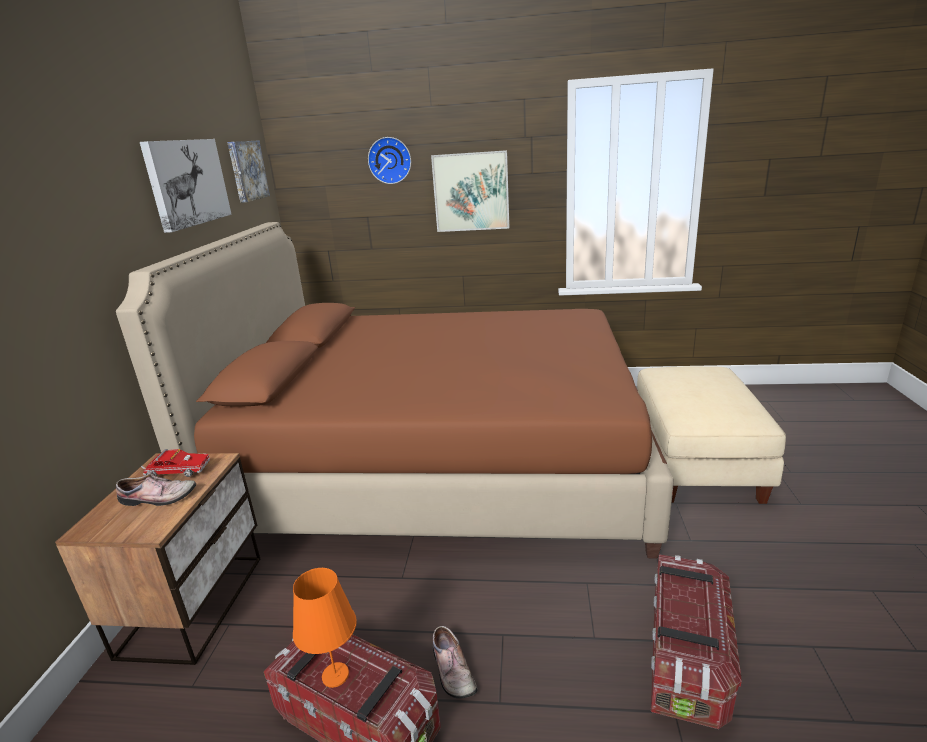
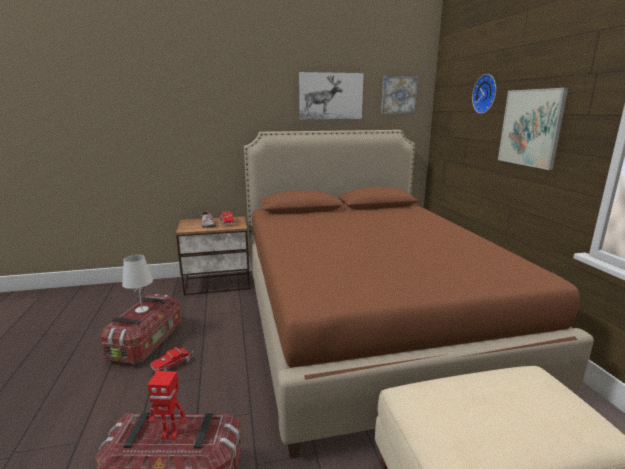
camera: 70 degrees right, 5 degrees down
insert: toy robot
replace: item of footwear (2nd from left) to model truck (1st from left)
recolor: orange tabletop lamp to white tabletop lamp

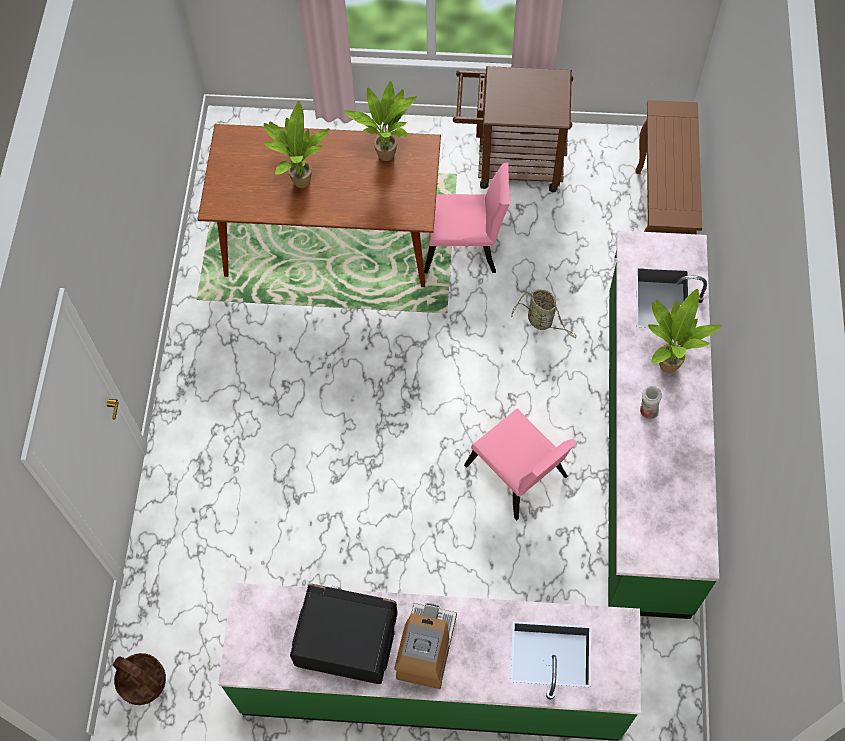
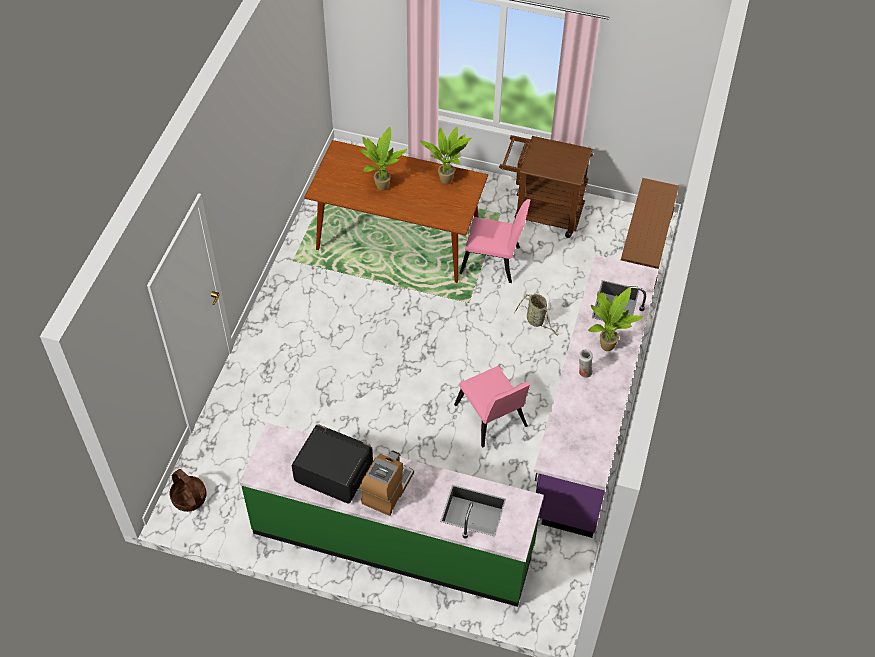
camera: 10 degrees right, 10 degrees down
recolor: green kitchen counter (2nd from left) to purple kitchen counter

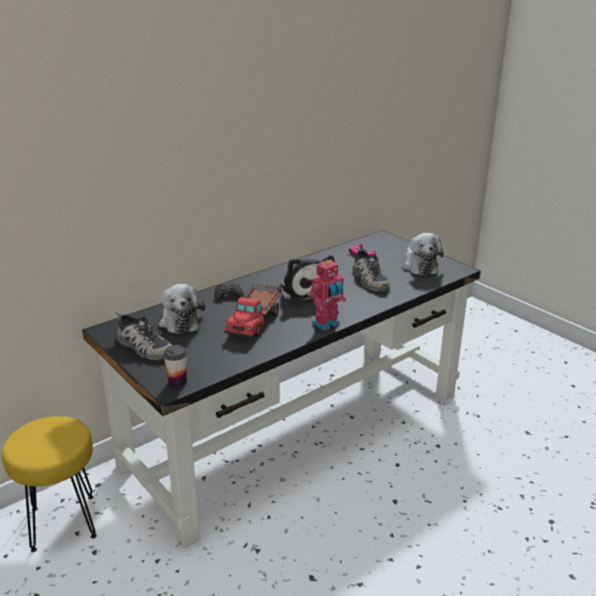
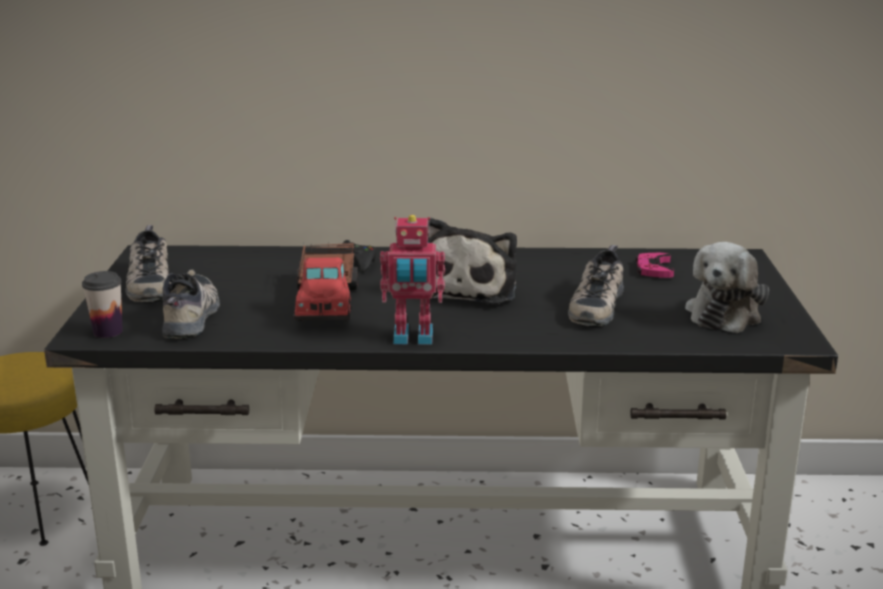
camera: 40 degrees right, 5 degrees down
delete: plush toy (1st from left)
insert: item of footwear (2nd from left)
rotate: model truck 60 degrees counterclockwise

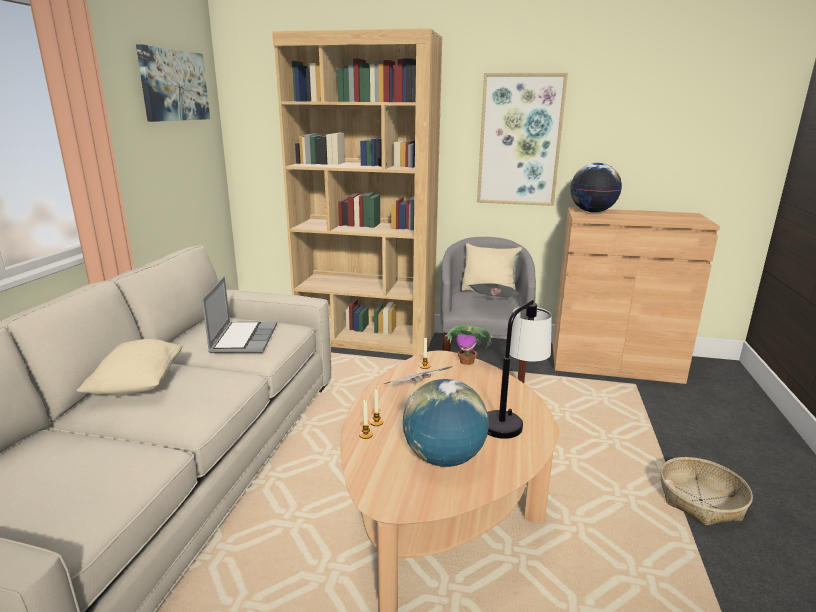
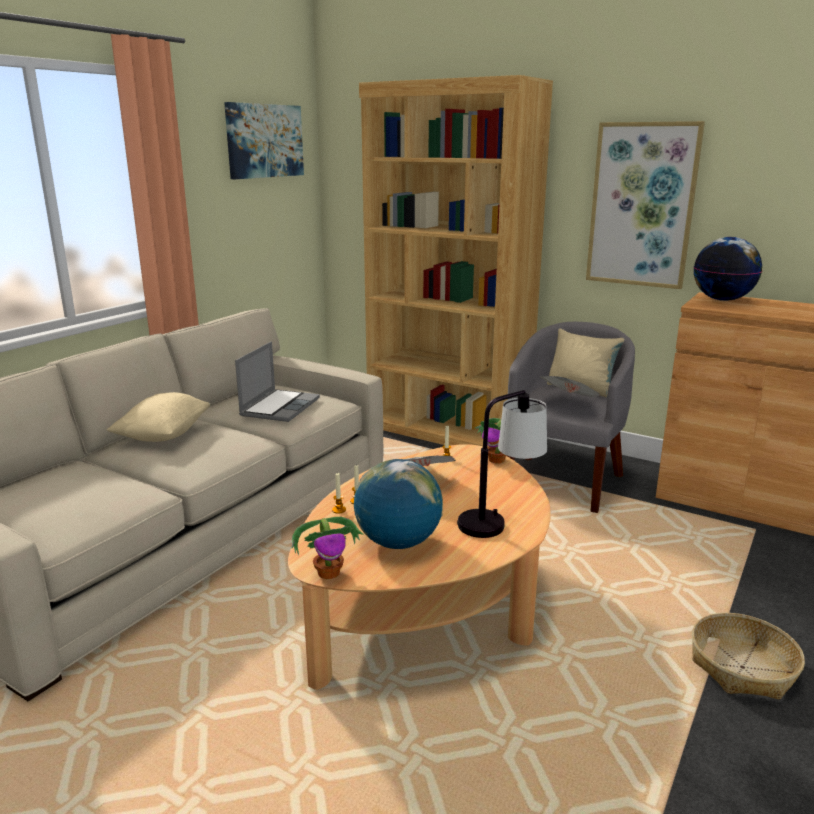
camera: 20 degrees right, 0 degrees up
insert: houseplant (1st from left)

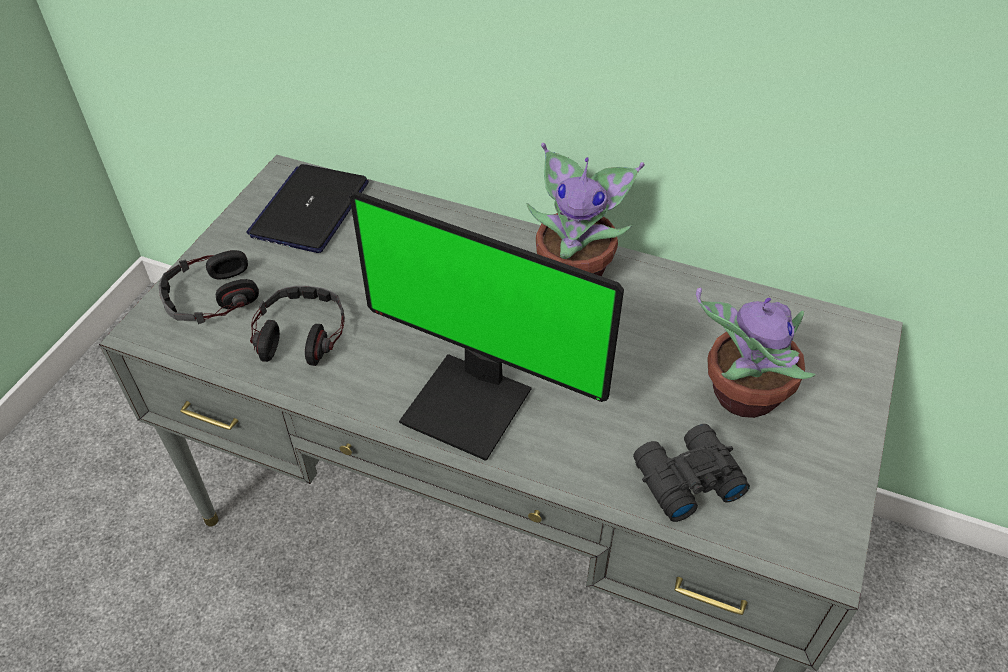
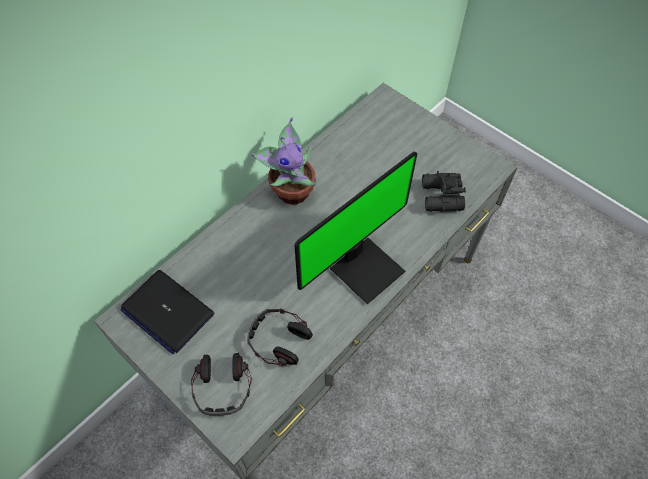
camera: 70 degrees left, 10 degrees up
delete: houseplant (2nd from left)

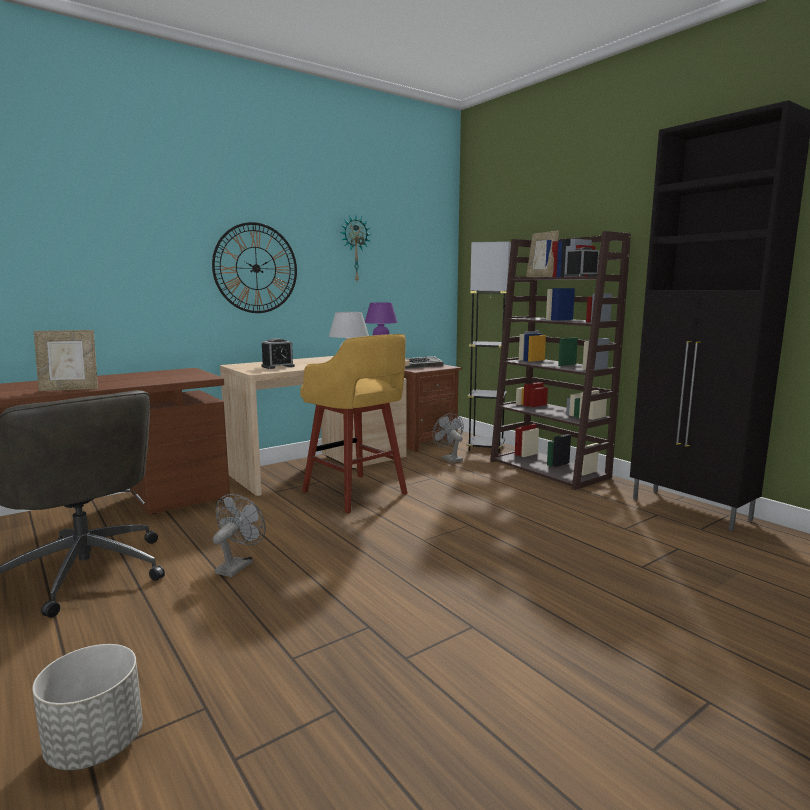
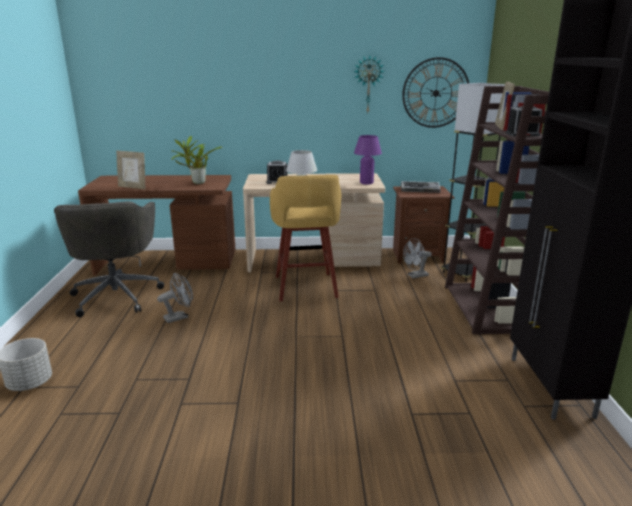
camera: 35 degrees right, 10 degrees up
insert: houseplant
move: clock on the wall (1st from left in the first image) to clock on the wall (2nd from left)
rotate: grey fan (2nd from left) 120 degrees counterclockwise

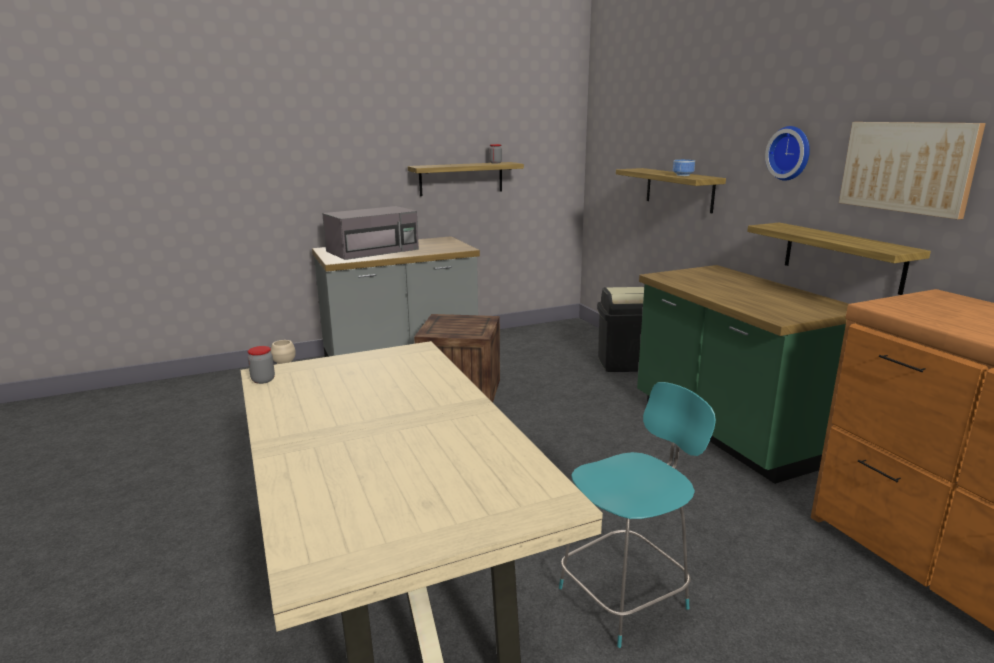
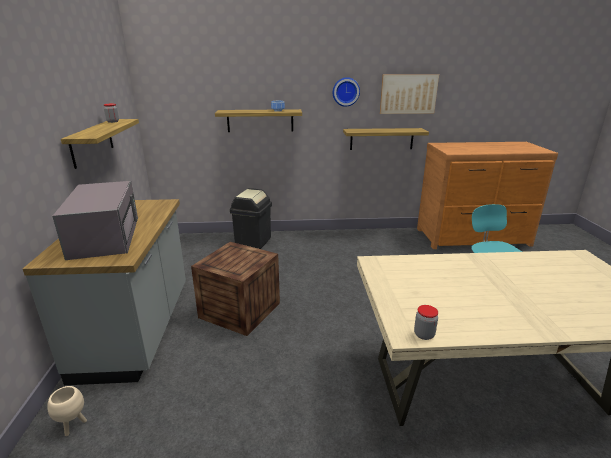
camera: 70 degrees left, 5 degrees up
delete: green kitchen counter

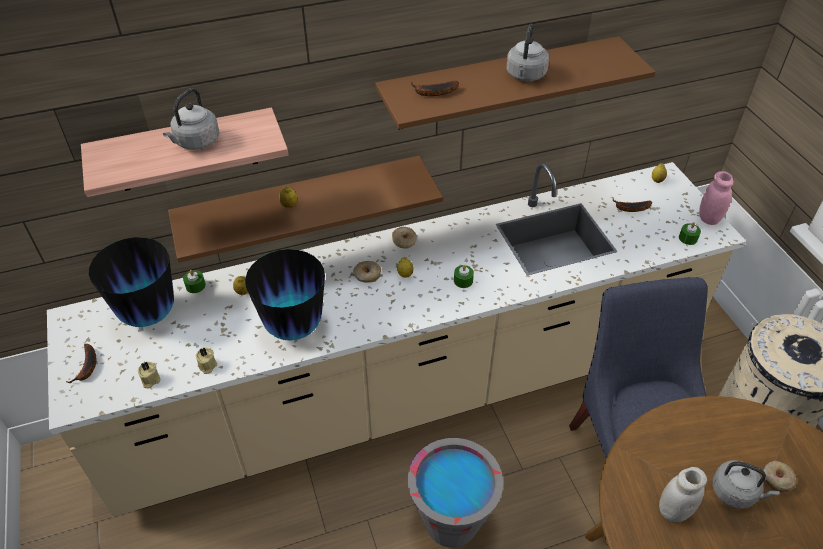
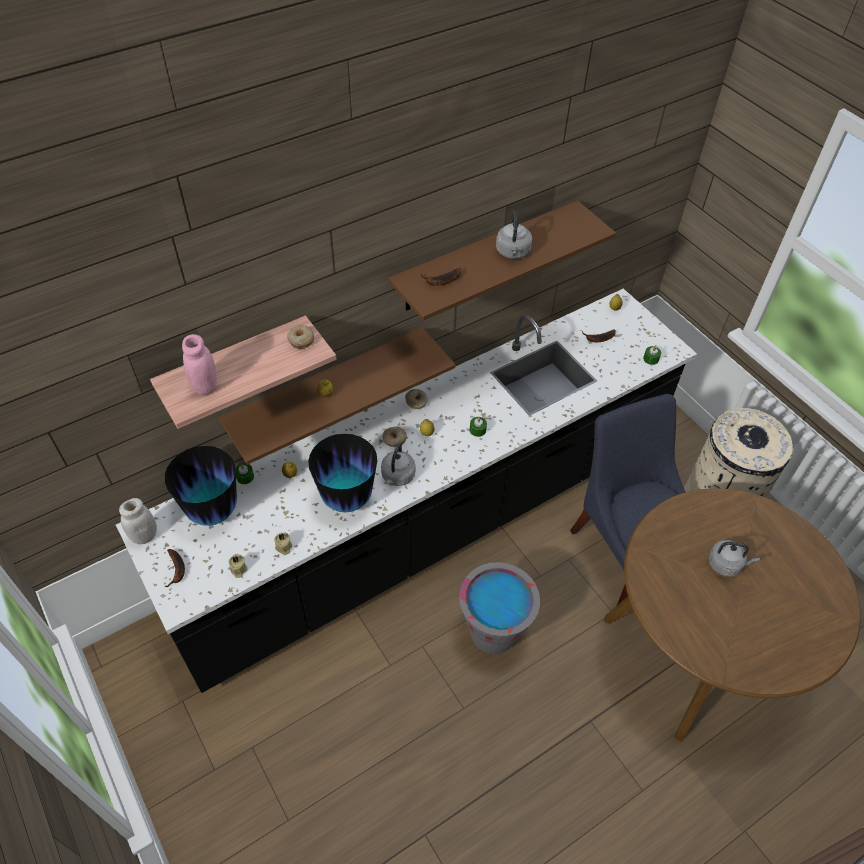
camera: 15 degrees left, 5 degrees up
move: grey kettle (1st from left); white storage jar; pink-coloured storage jar; doughnut (3rd from left in the first image) to doughnut (1st from left)
recolor: sand-coloured kitchen counter to black kitchen counter

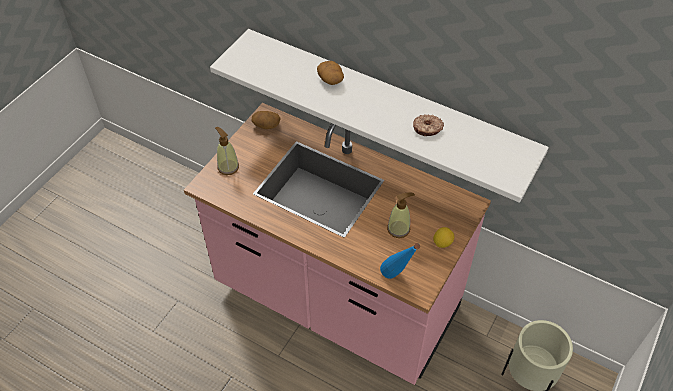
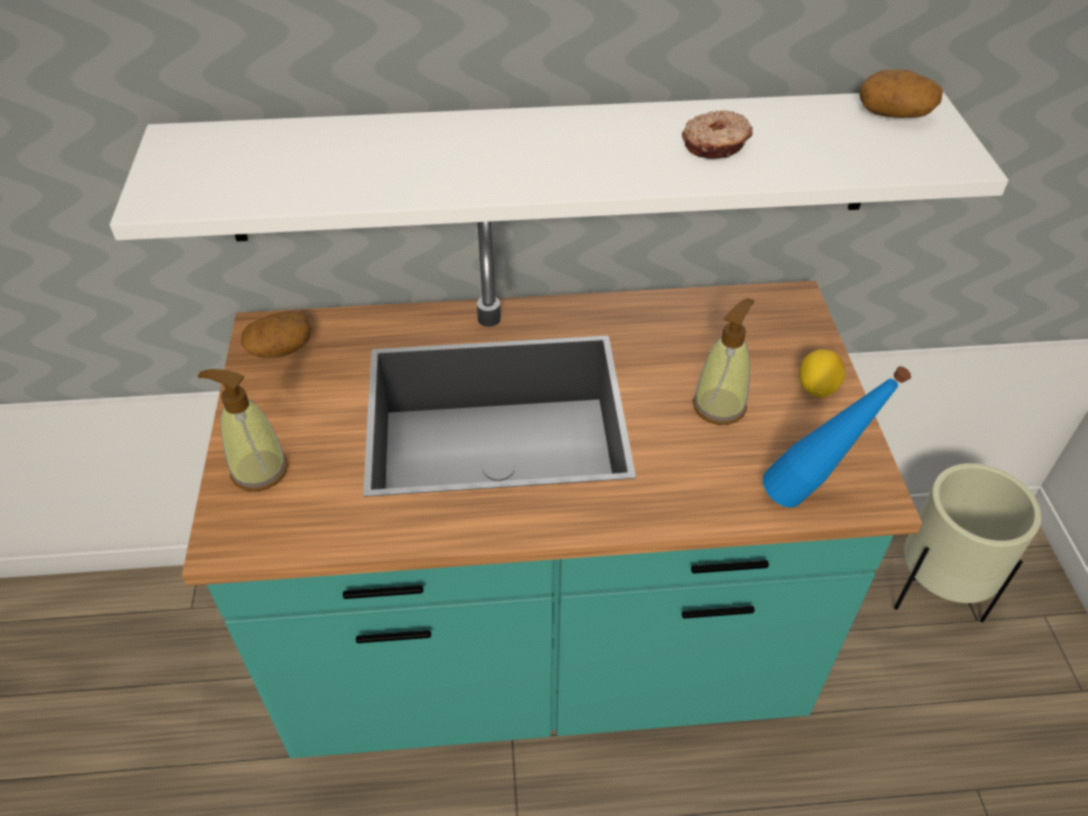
camera: 35 degrees left, 5 degrees down
move: whole potato (2nd from left)
recolor: pink-coloured kitchen counter to turquoise-coloured kitchen counter

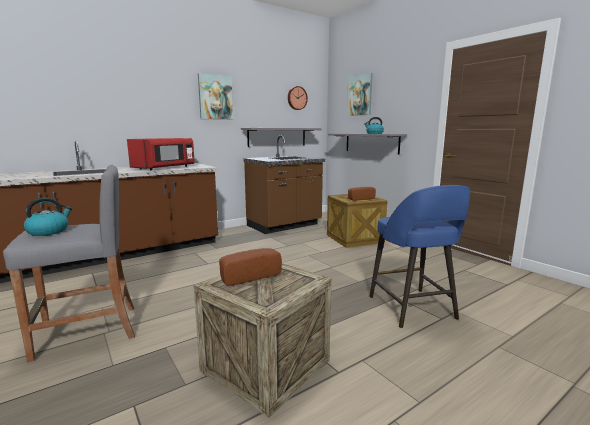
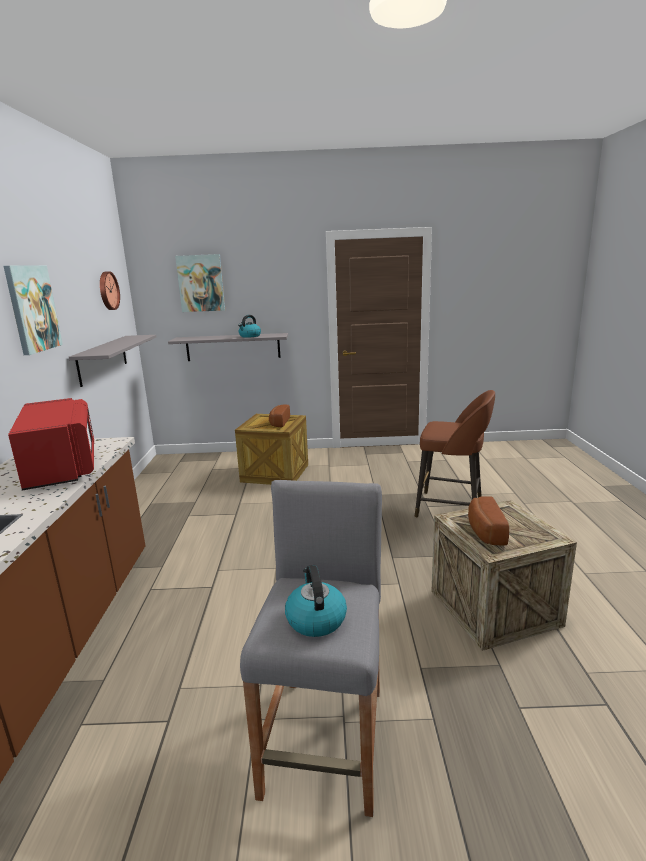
camera: 55 degrees left, 5 degrees up
delete: brown-coloured kitchen counter (2nd from left)
recolor: blue-coloured stool to brown-coloured stool

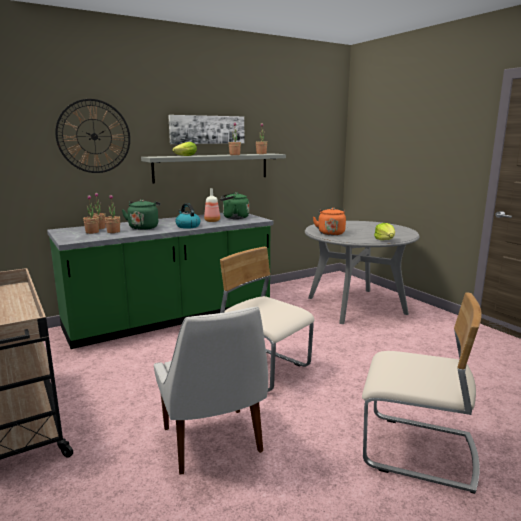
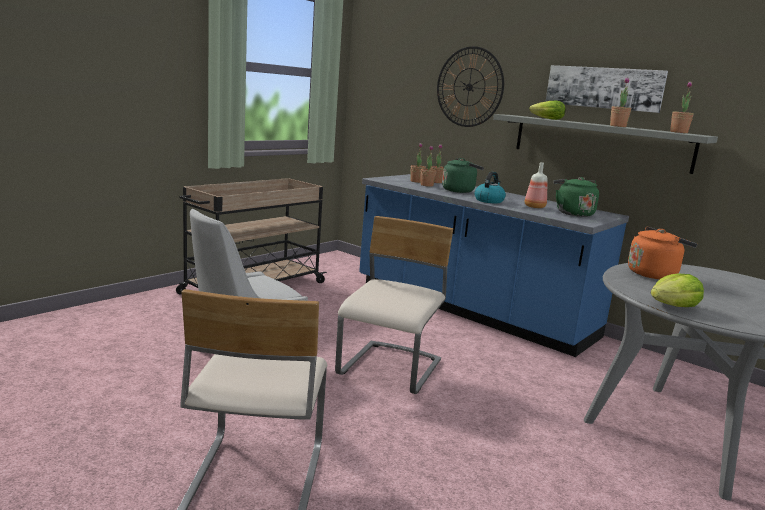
camera: 70 degrees right, 0 degrees up
recolor: green kitchen counter to blue-coloured kitchen counter

